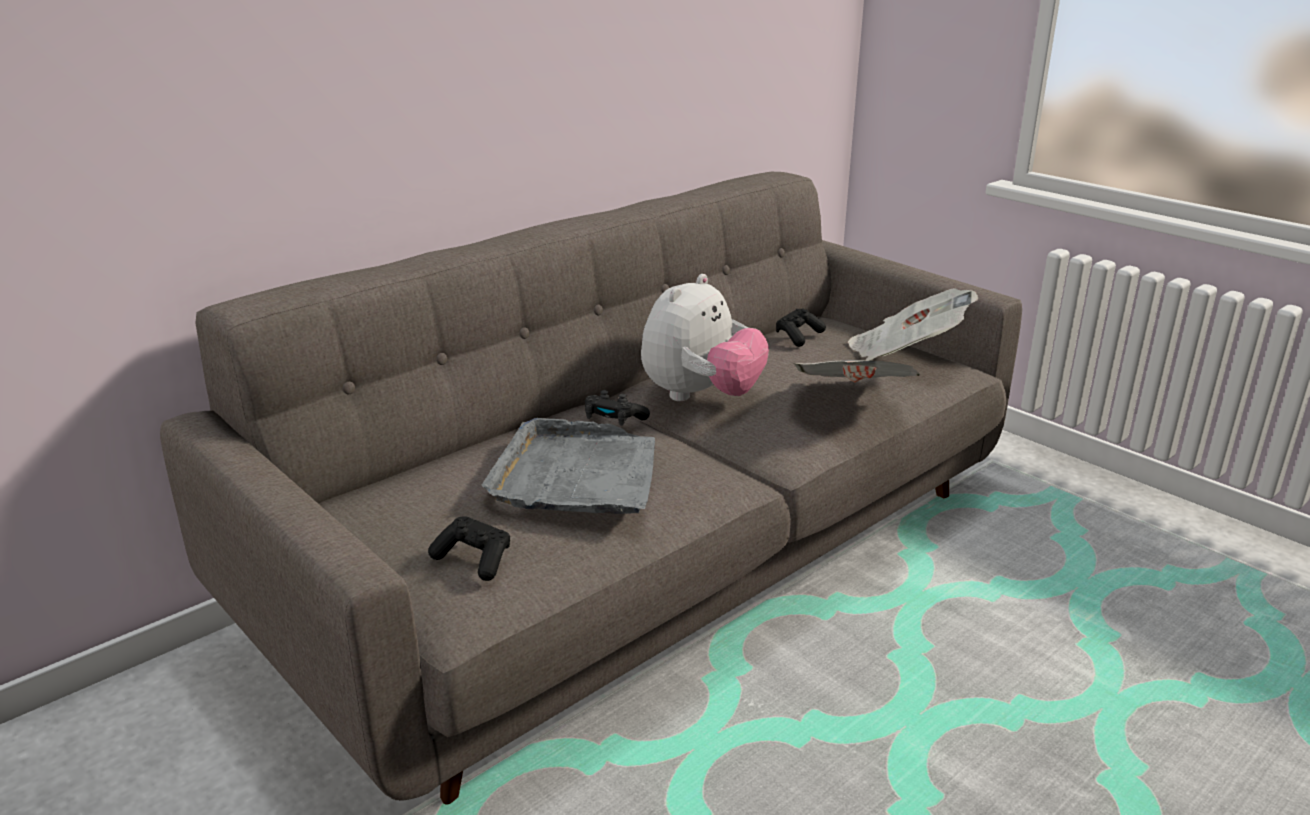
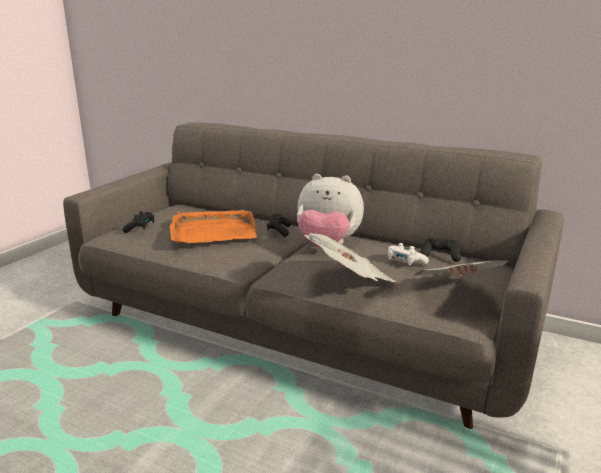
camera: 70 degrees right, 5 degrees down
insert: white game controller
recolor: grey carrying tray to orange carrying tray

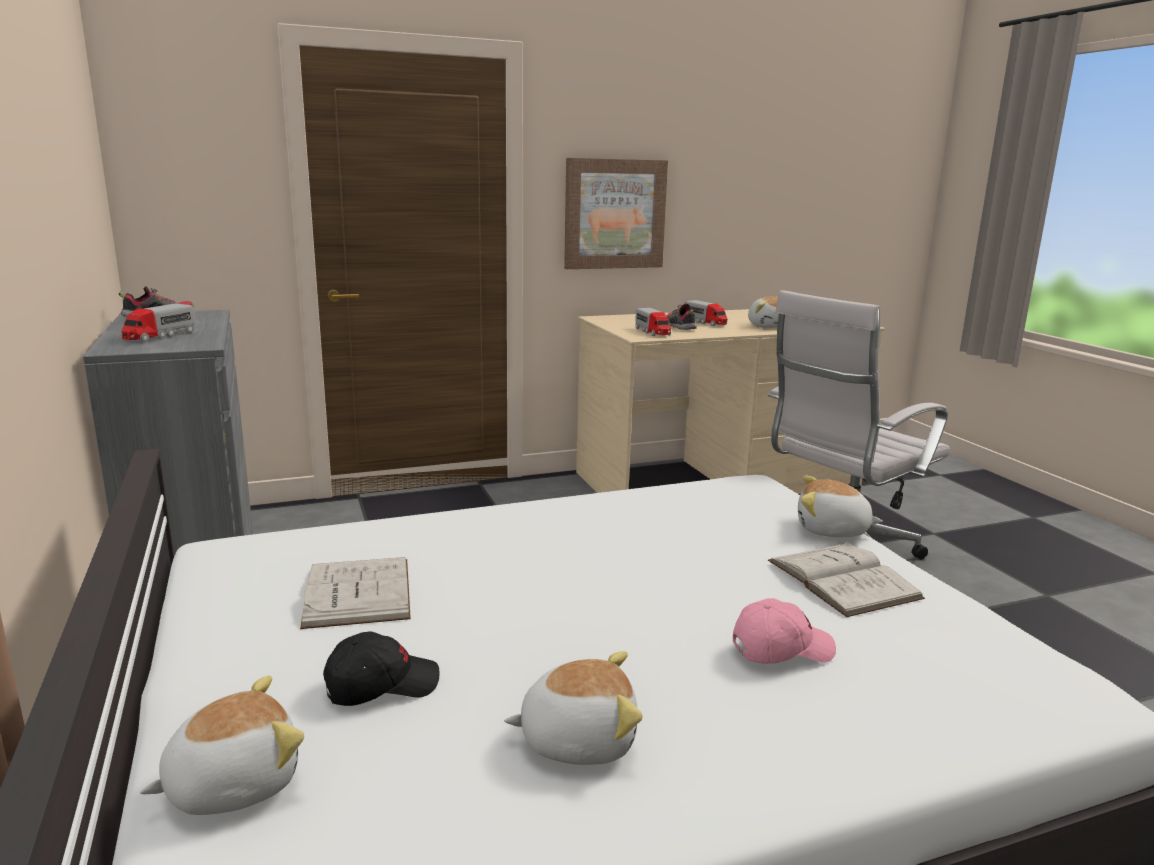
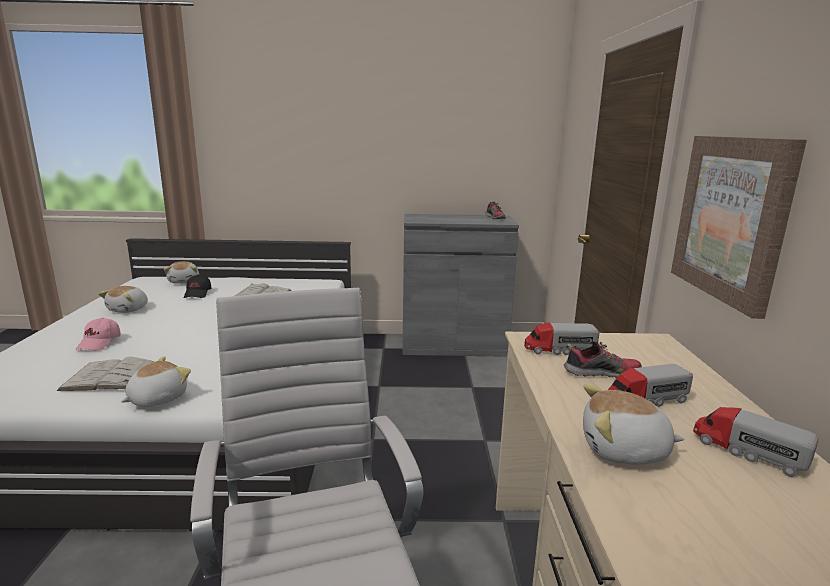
camera: 110 degrees right, 0 degrees up
move: model truck (1st from left in the first image) to model truck (3rd from left)

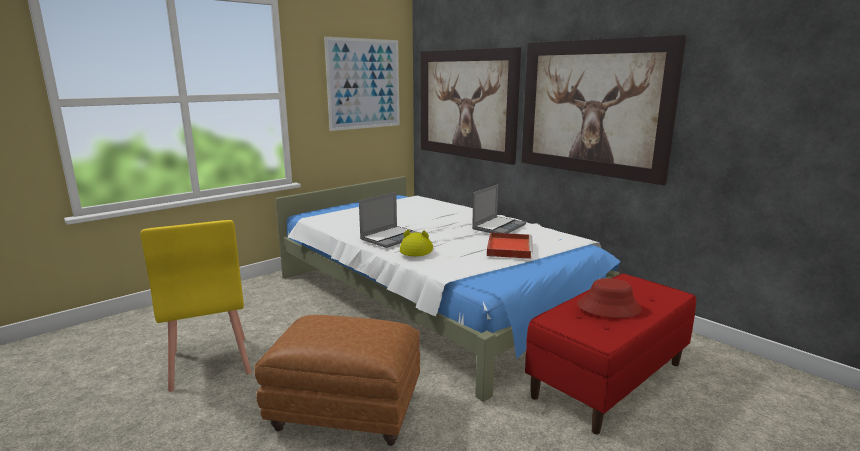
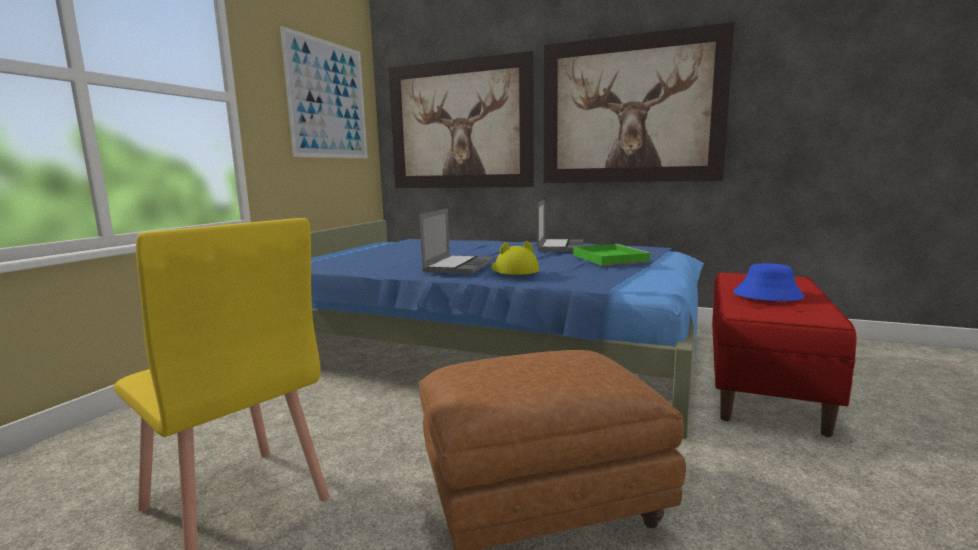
camera: 25 degrees left, 5 degrees down
recolor: white bedroom bed to blue-coloured bedroom bed; red-coloured carrying tray to green carrying tray; red-coloured hat to blue-coloured hat

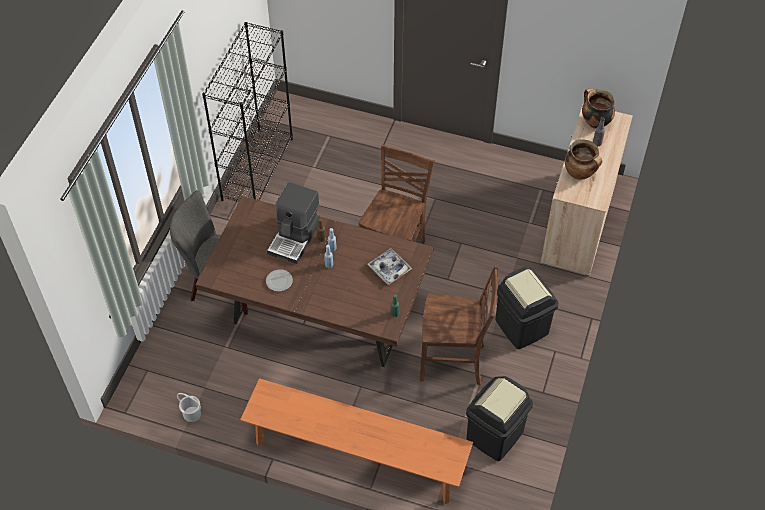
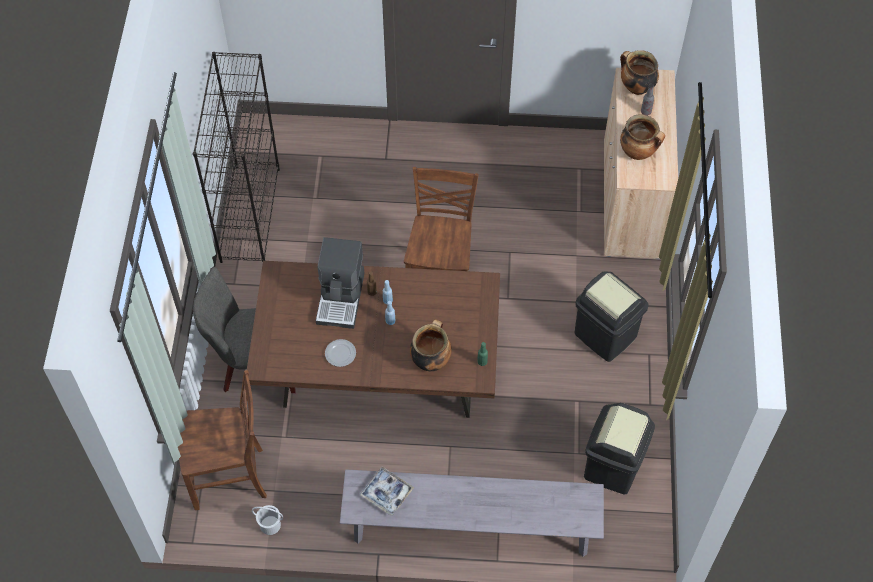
camera: 15 degrees left, 5 degrees up
insert: saucepot (1st from left)
move: carrying tray; brown-coloured upright chair (2nd from left in the first image) to brown-coloured upright chair (1st from left)
recolor: orange bench to grey bench

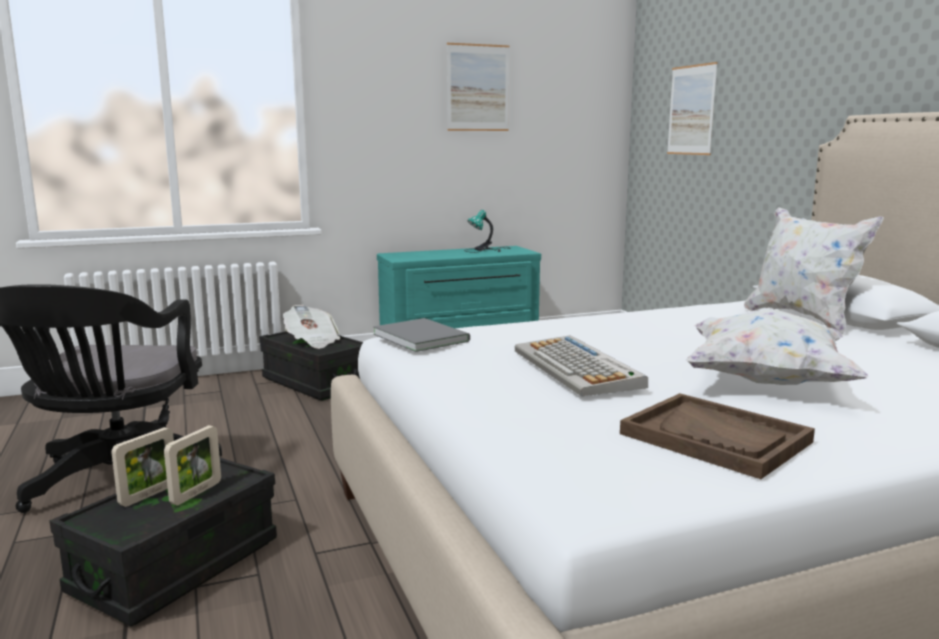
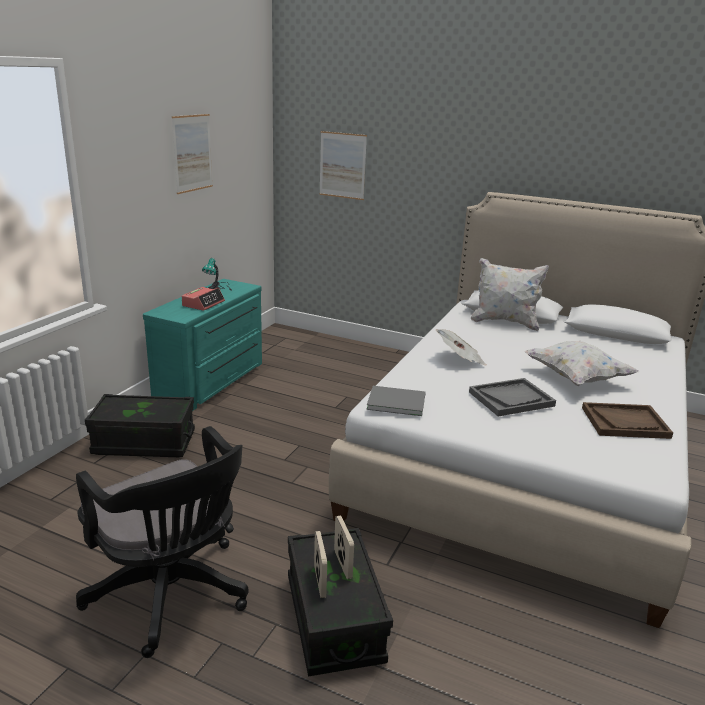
camera: 45 degrees left, 10 degrees up
insert: bedside clock
move: daily paper
replace: PC keyboard to grey carrying tray

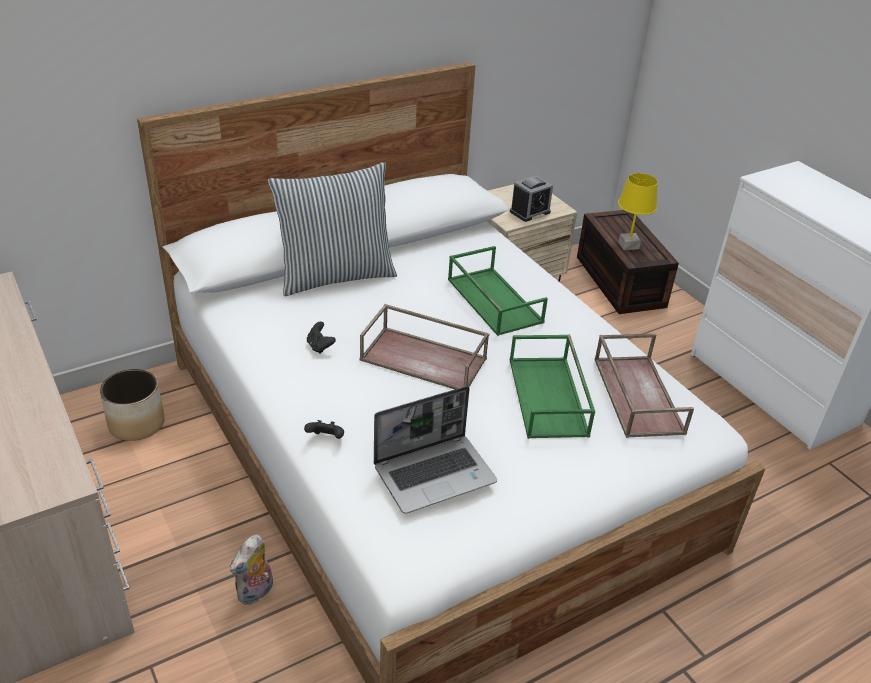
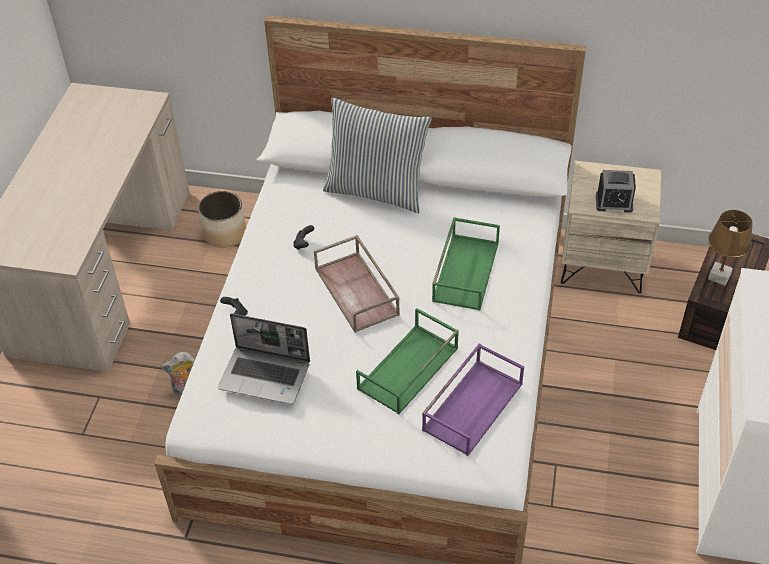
camera: 45 degrees right, 10 degrees up
recolor: brown-coloured carrying tray (2nd from left) to purple carrying tray; yellow-coloured tabletop lamp to brown-coloured tabletop lamp

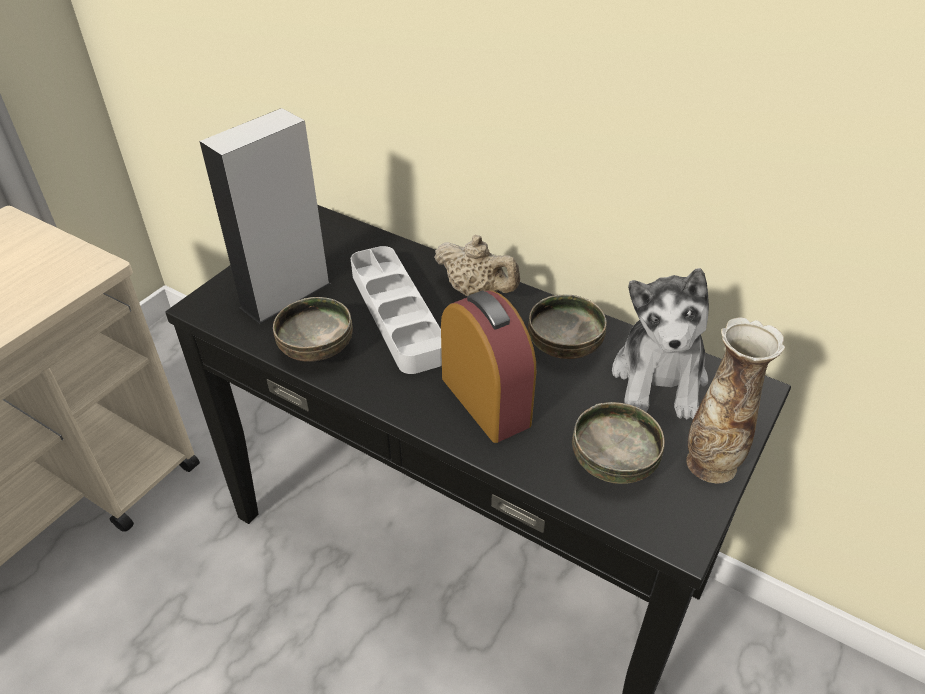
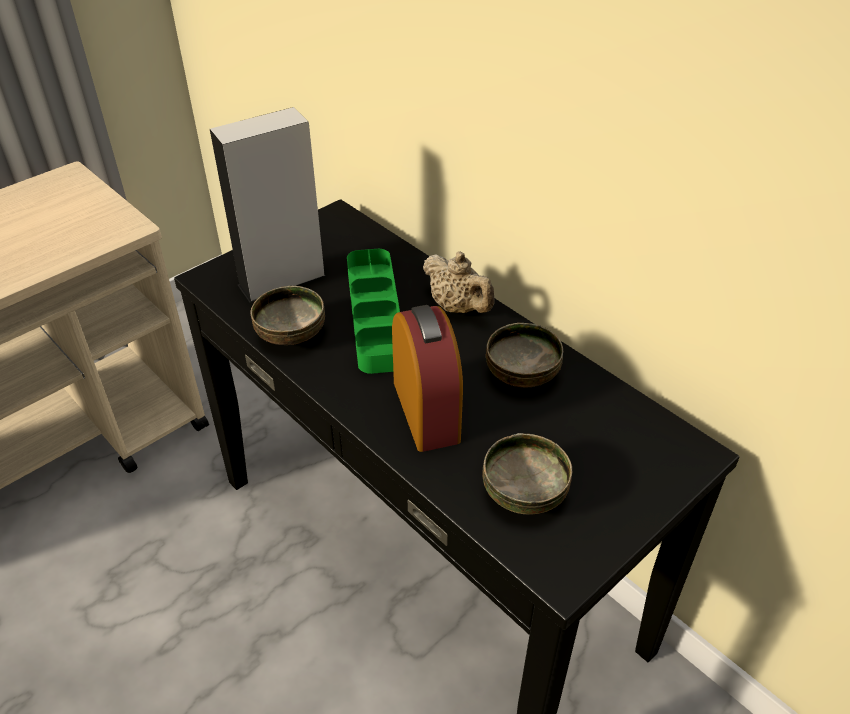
camera: 15 degrees right, 0 degrees up
delete: plush toy; decorative vase
recolor: grey carrying tray to green carrying tray

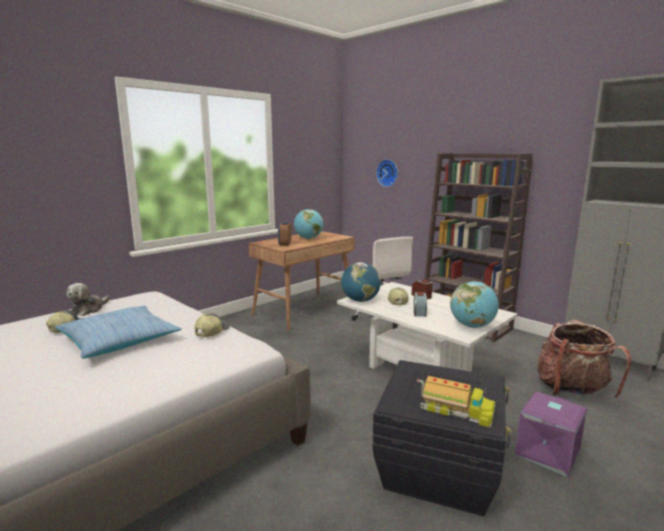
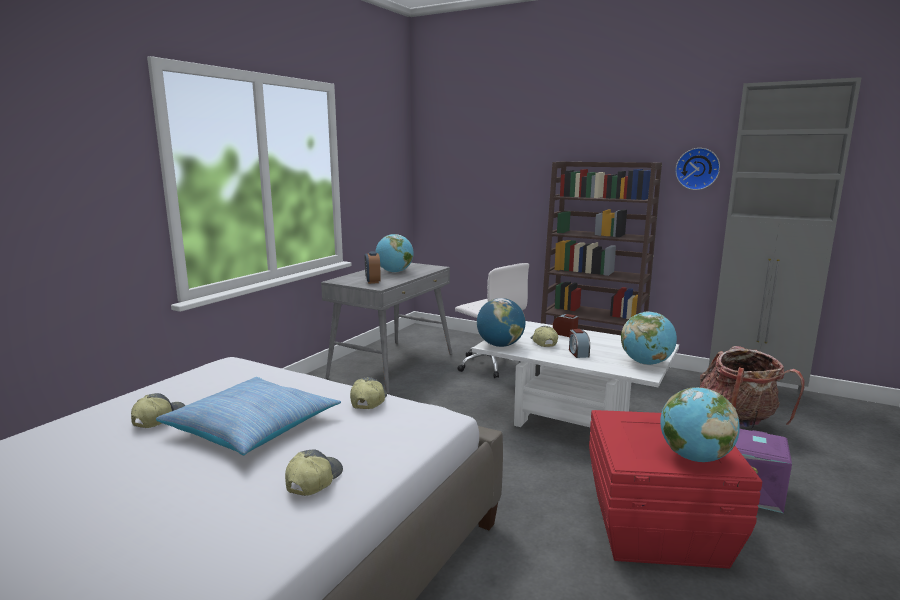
camera: 15 degrees left, 0 degrees up
delete: plush toy
insert: baseball cap (2nd from left)
move: clock on the wall
replace: model truck to globe (4th from left)
recolor: brown-coloured desk unit to grey desk unit; black storage container to red-coloured storage container

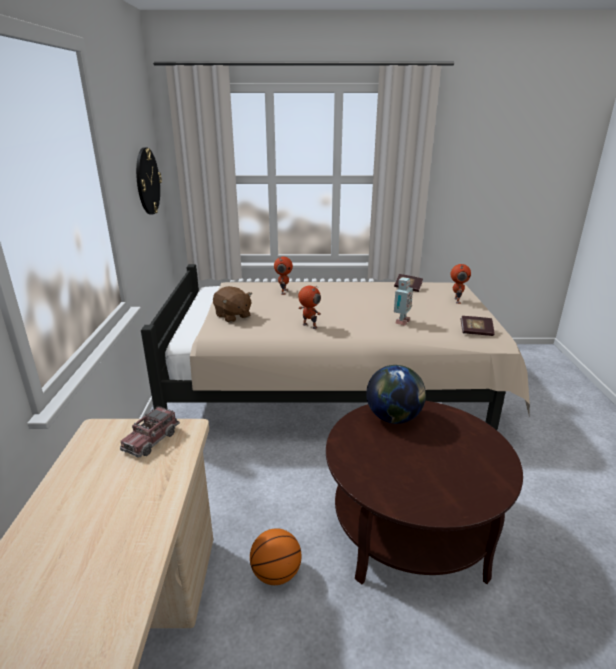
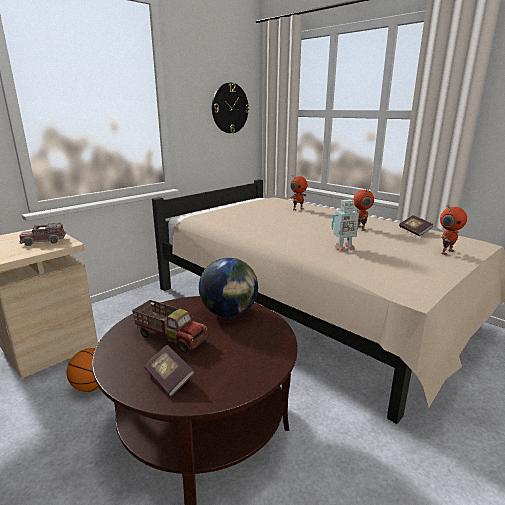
camera: 45 degrees right, 5 degrees down
delete: brown-coloured plush toy
insert: model truck (2nd from left)
move: toy robot (2nd from left in the first image) to toy robot (3rd from left); bound book (2nd from left in the first image) to bound book (1st from left)

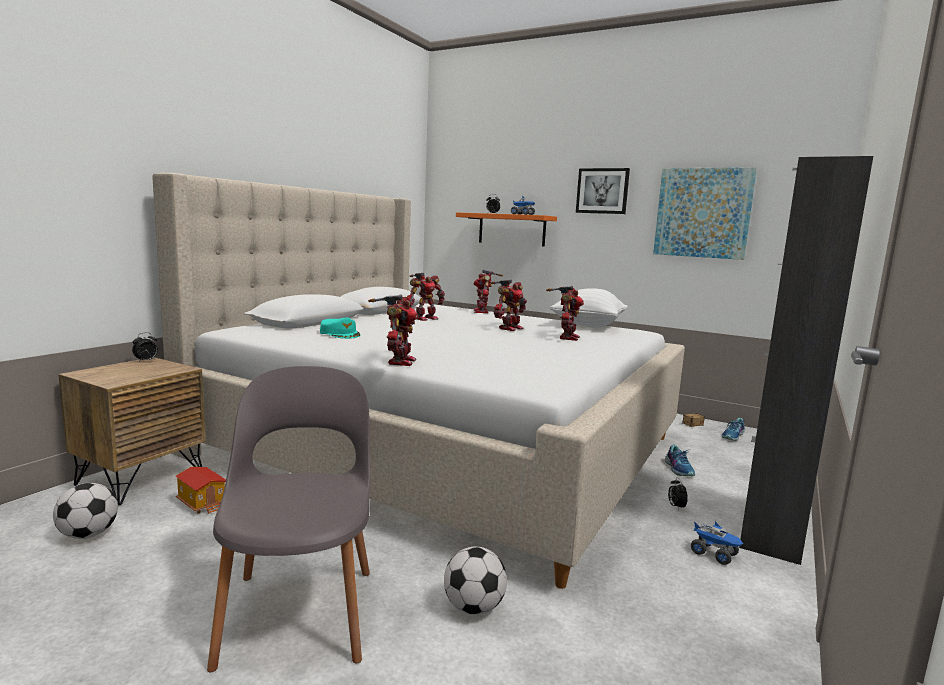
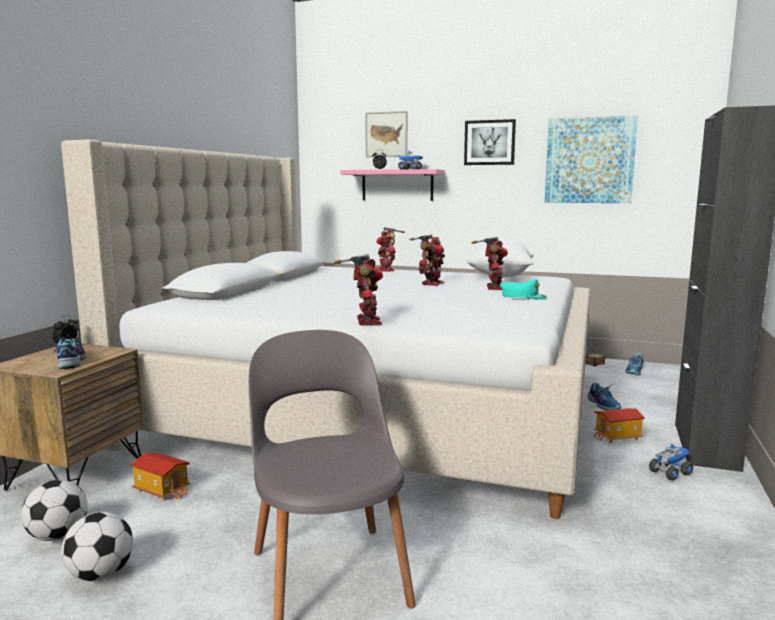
camera: 10 degrees left, 0 degrees up
delete: toy robot (2nd from left)
insert: item of footwear (1st from left); picture (1st from left)
move: turquoise-coloured baseball cap; ball for football (2nd from left)
replace: bedside clock (3rd from left) to miniature house (2nd from left)
recolor: orange shelf to pink-coloured shelf
rotate: model truck (2nd from left) 60 degrees counterclockwise

